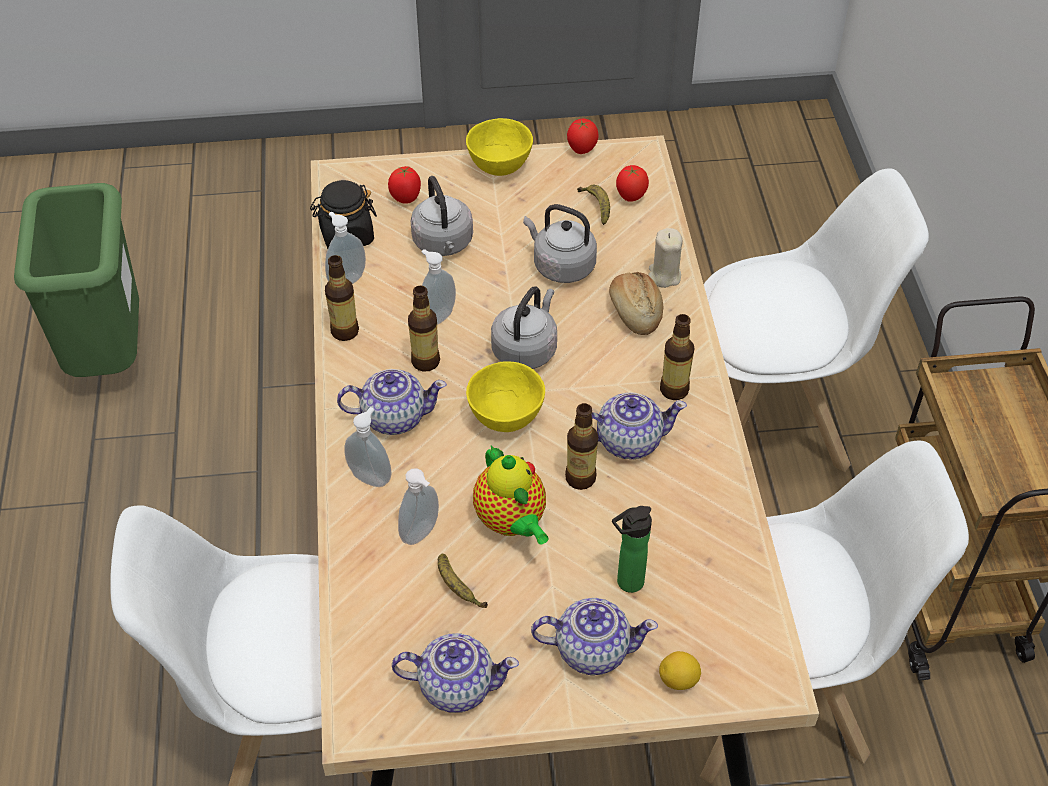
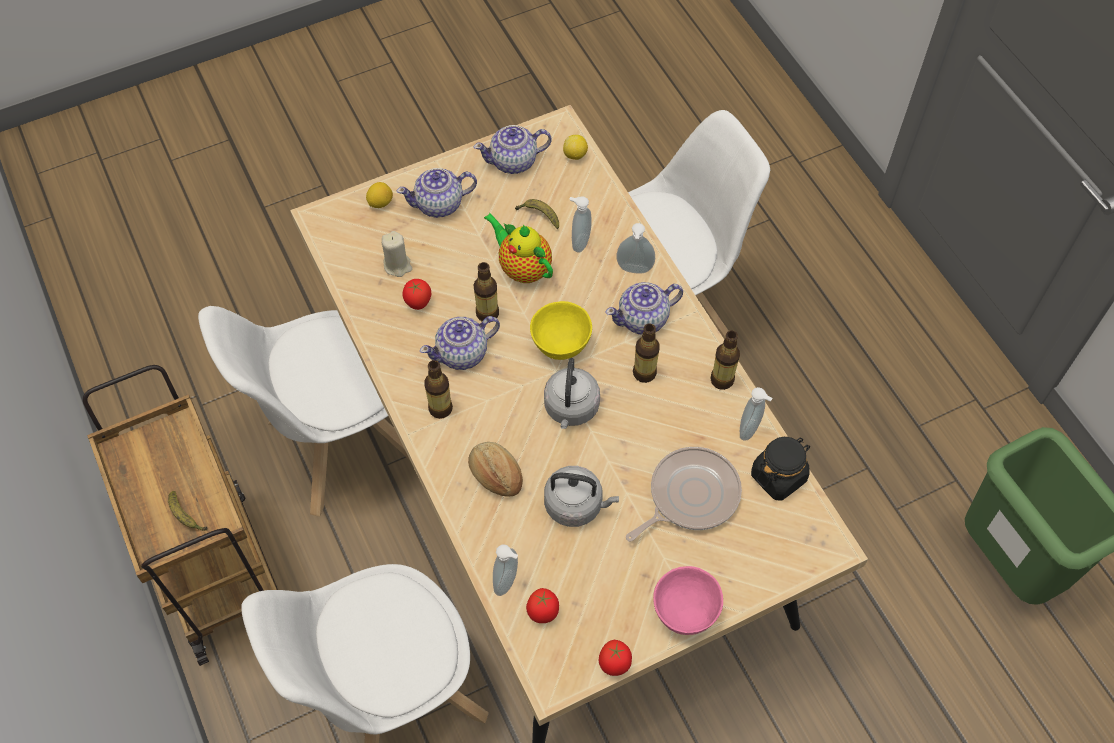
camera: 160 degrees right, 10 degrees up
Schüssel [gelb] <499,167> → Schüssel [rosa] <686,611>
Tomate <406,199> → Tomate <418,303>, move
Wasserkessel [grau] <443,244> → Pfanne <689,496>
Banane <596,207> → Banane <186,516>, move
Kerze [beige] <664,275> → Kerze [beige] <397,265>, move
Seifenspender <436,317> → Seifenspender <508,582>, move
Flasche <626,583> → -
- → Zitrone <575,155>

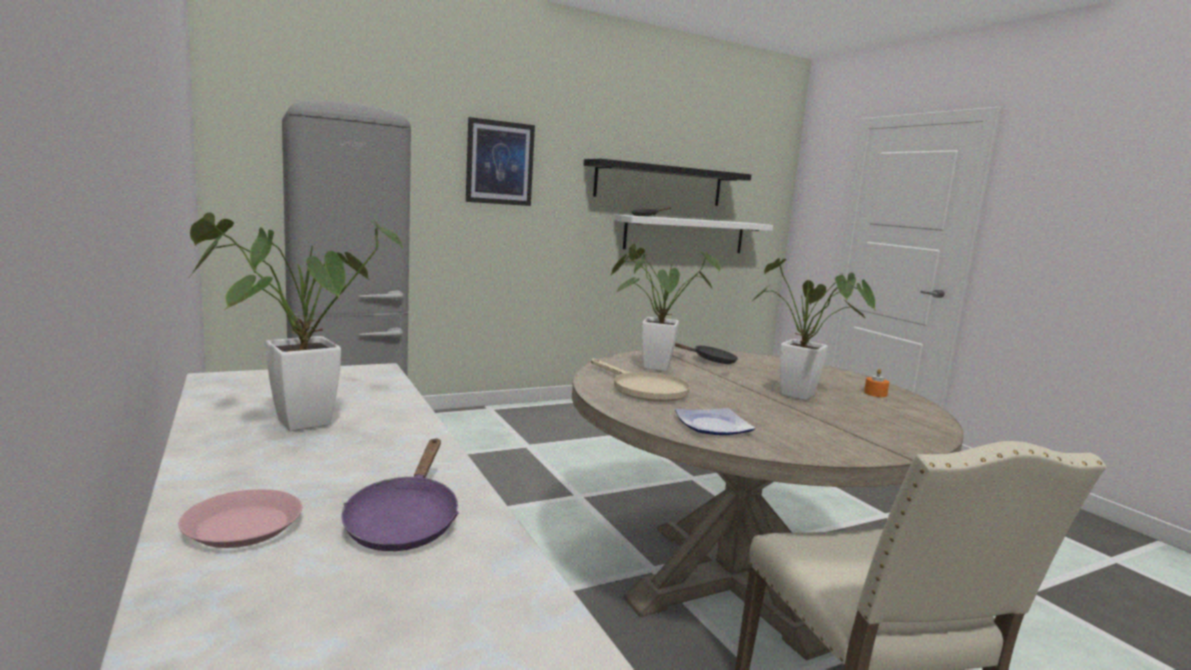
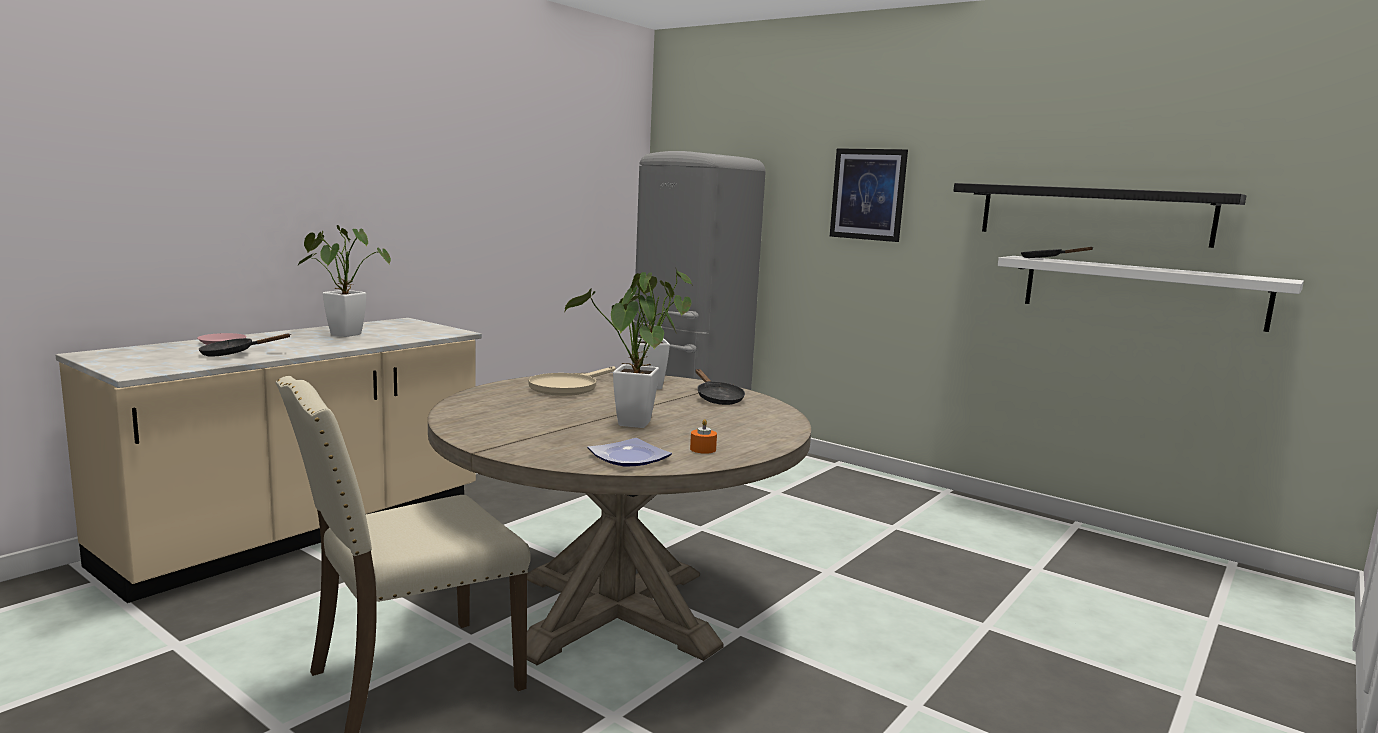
camera: 65 degrees right, 0 degrees up
Teller <714,426> → Teller <628,458>, move
Pfanne [lila] <404,522> → Pfanne [schwarz] <233,354>

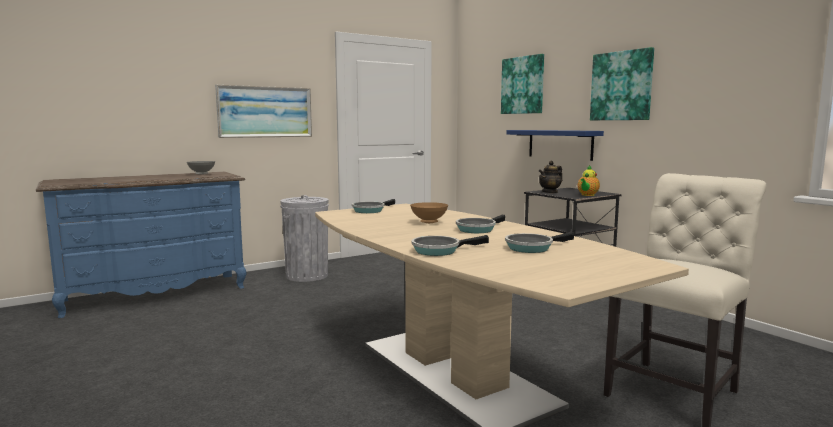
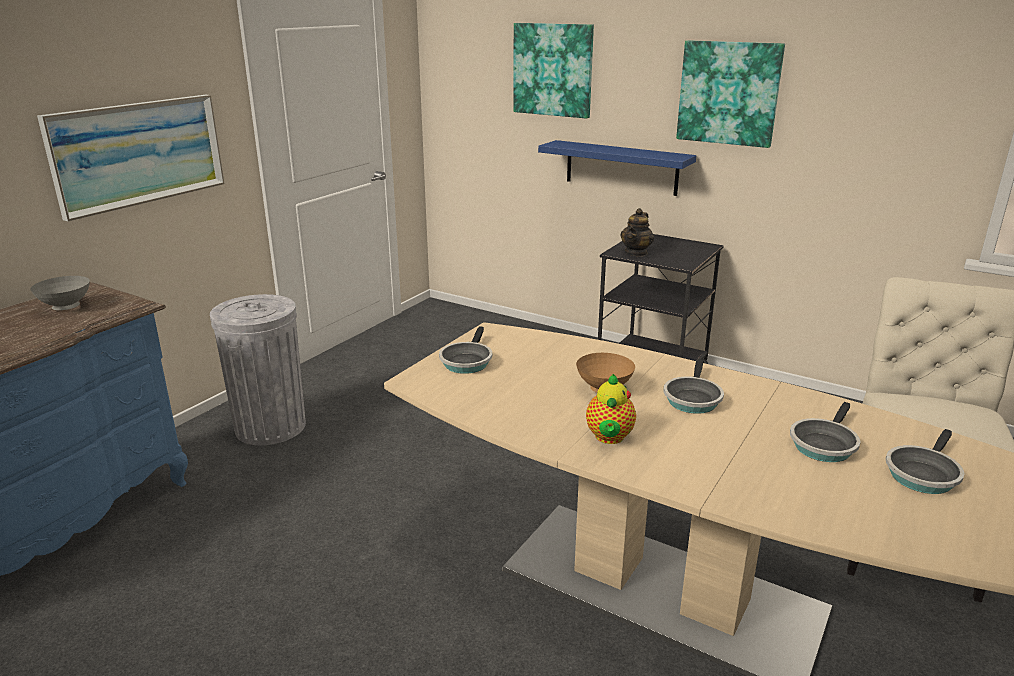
camera: 25 degrees left, 15 degrees up
Teekanne <587,195> → Teekanne <609,438>, move
Pfanne <439,250> → Pfanne <922,474>, move

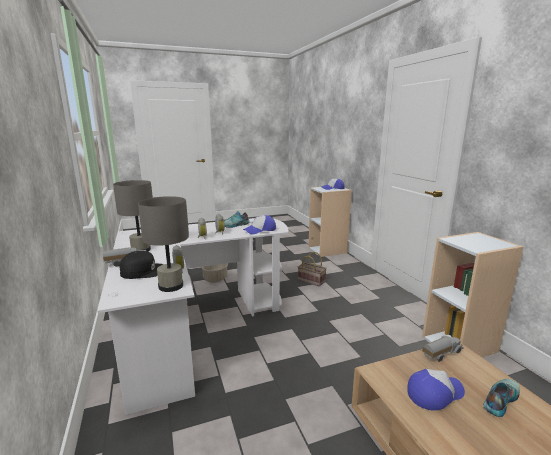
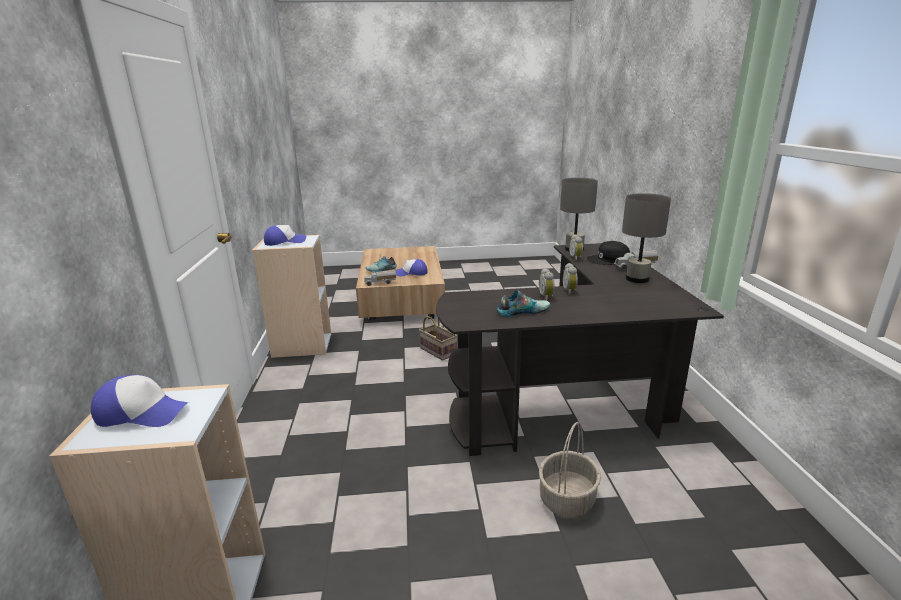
camera: 165 degrees left, 5 degrees up
Kappe <260,230> → Kappe <285,242>, move
Schreibtisch [weiß] <195,326> → Schreibtisch [schwarz] <576,395>
Korb <312,280> → Korb <437,351>, move

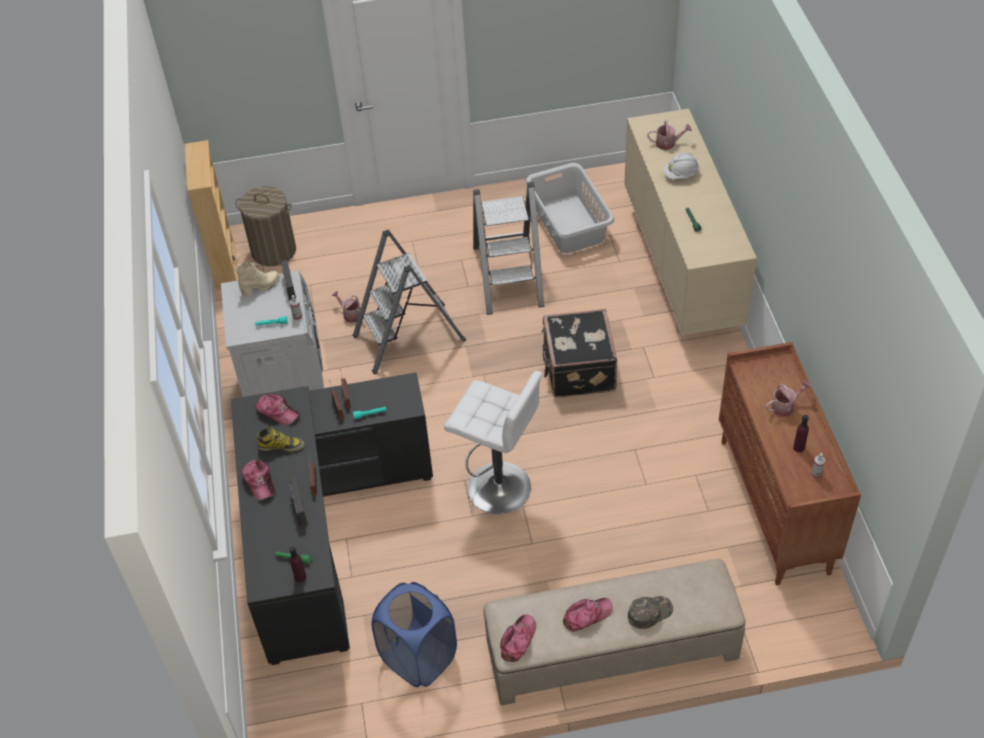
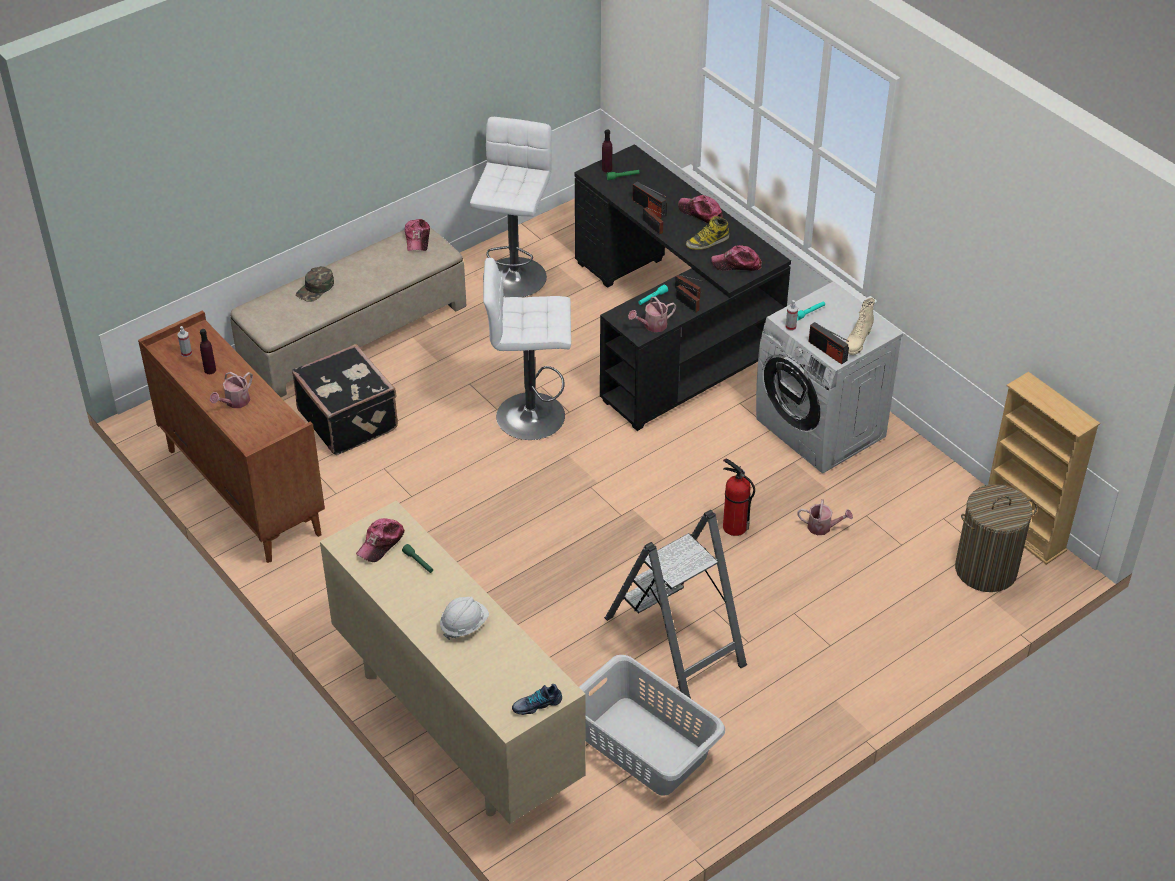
camera: 150 degrees right, 5 degrees down
Gießkanne <668,143> → Gießkanne <652,326>, move
Trittleiter [grau] <410,337> → Feuerlöscher <733,526>
Koffer [schwarz] <577,370> → Koffer [schwarz] <349,419>, move
Wäschekorb [blau] <418,658> → Hocker [weiß] <515,277>
Kappe <587,615> → Kappe <381,543>, move
- → Schuh <536,704>

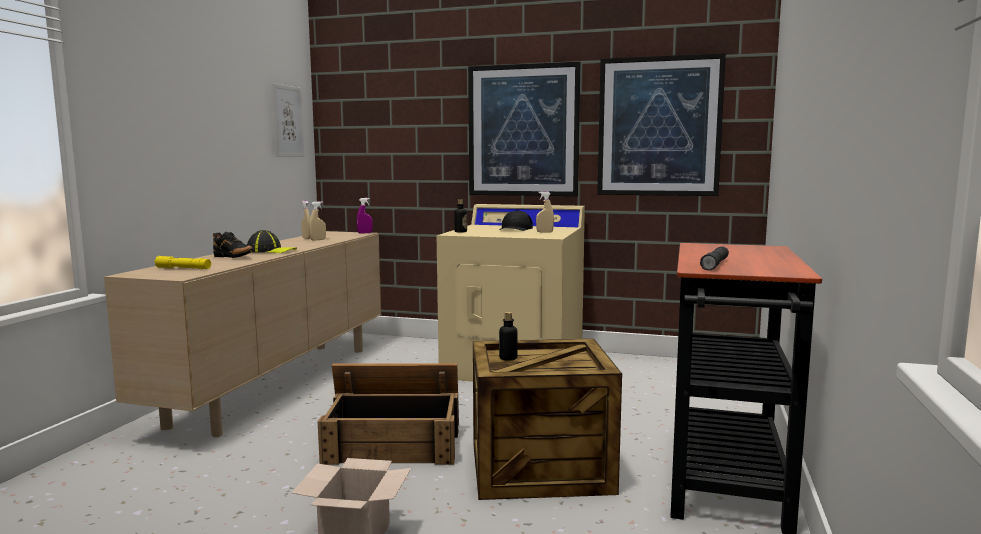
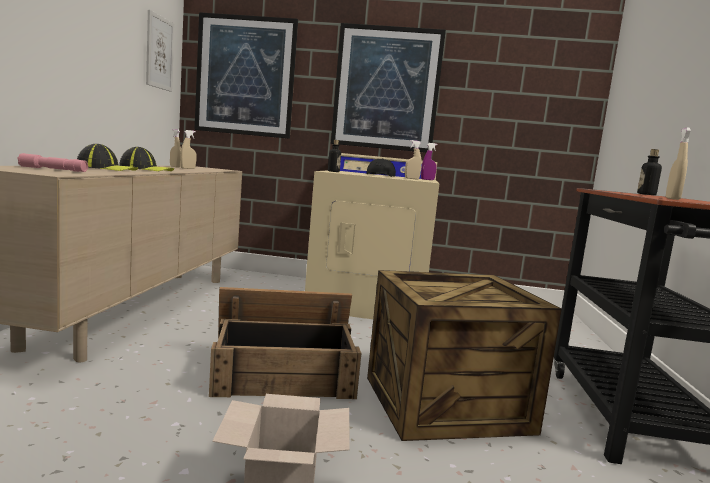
camera: 10 degrees left, 0 degrees up
Bild <659,126> → Bild <245,76>, move
Sprühflasche [lila] <365,233> → Sprühflasche [lila] <427,179>, move
Schuh [schwarz] <233,257> → Kappe <107,169>
Taschenlampe [grau] <715,264> → Sprühflasche [beige] <672,199>
Taschenlampe [gelb] <183,268> → Taschenlampe [rosa] <53,169>
Flasche <508,358> → Flasche <646,194>, move

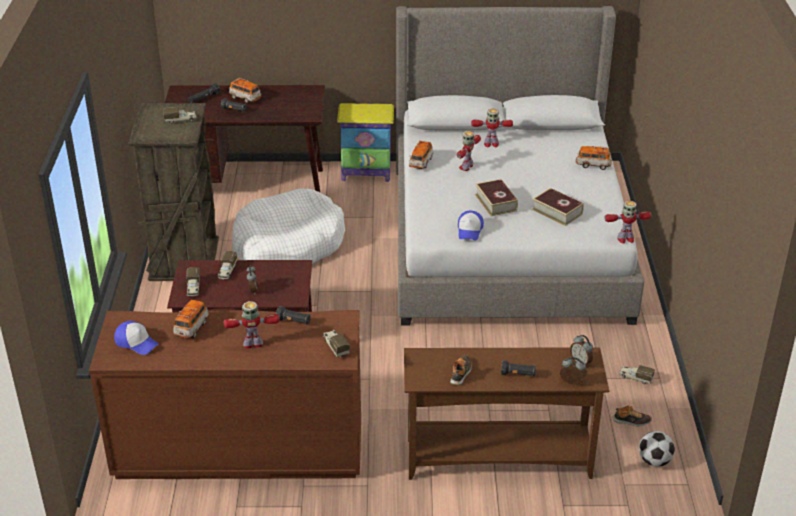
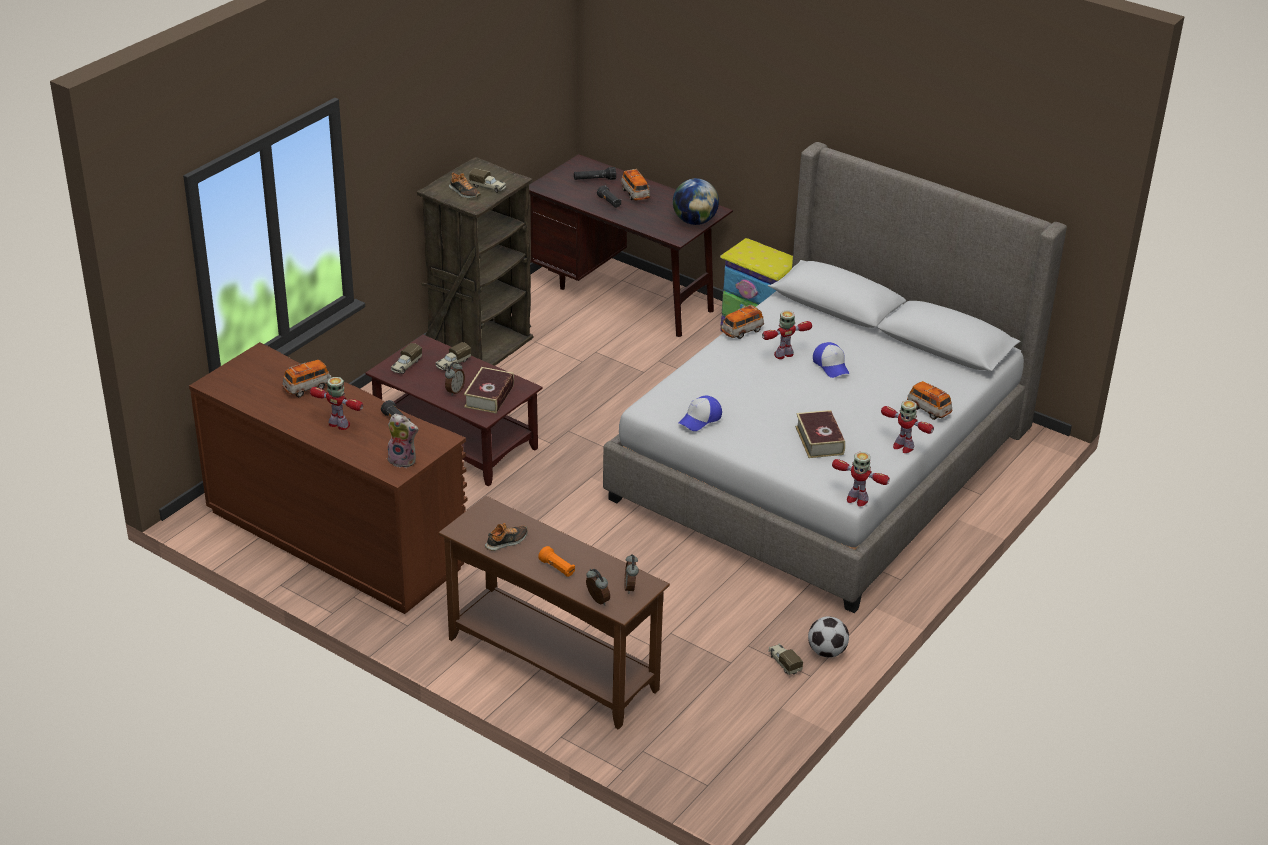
camera: 35 degrees right, 0 degrees up
Spielzeugroboter <491,144> → Spielzeugroboter <903,446>, move
Buch <495,202> → Buch <489,396>, move
Hundebett [weiß] <288,244> → -
Kappe <136,342> → Kappe <831,365>, move
Spielzeuglaster <336,347> → Plüschtier <403,460>
Taschenlampe [schwarz] <518,374> → Taschenlampe [orange] <557,568>
Schuh <631,421> → Schuh <464,193>, move
Fußball <654,461> → Fußball <826,652>, move
- → Globus <694,221>

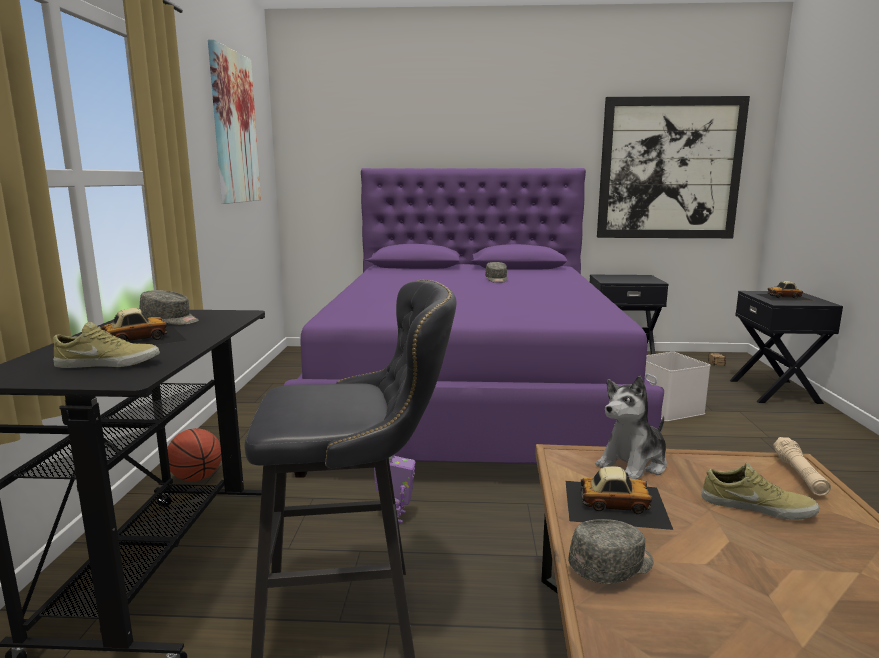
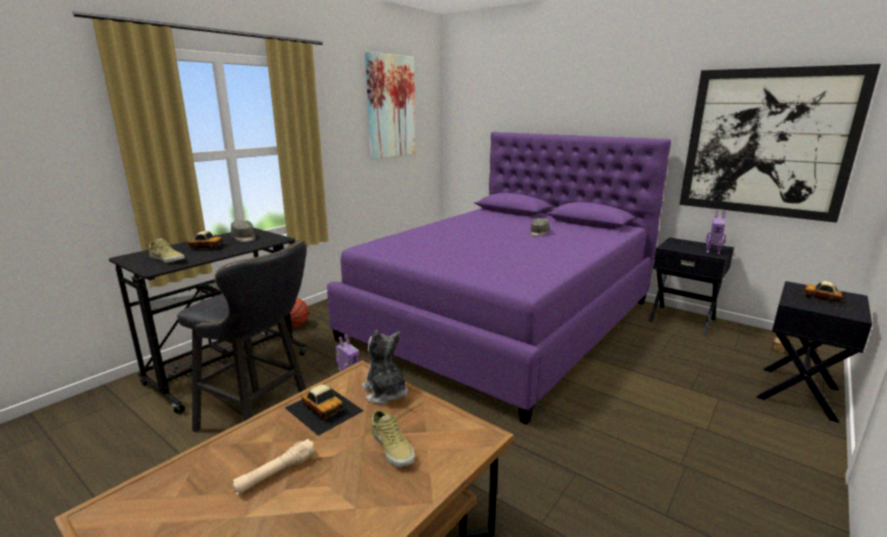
camera: 35 degrees right, 5 degrees up
Aufbewahrungsbox [weiß] <669,409> → -
Plüschtier <633,464> → Plüschtier <385,393>, 60 degrees clockwise
Taschenlampe [beige] <799,475> → Taschenlampe [beige] <276,473>, move
Kappe [grau] <612,567> → -
- → Spielzeugroboter <713,252>

